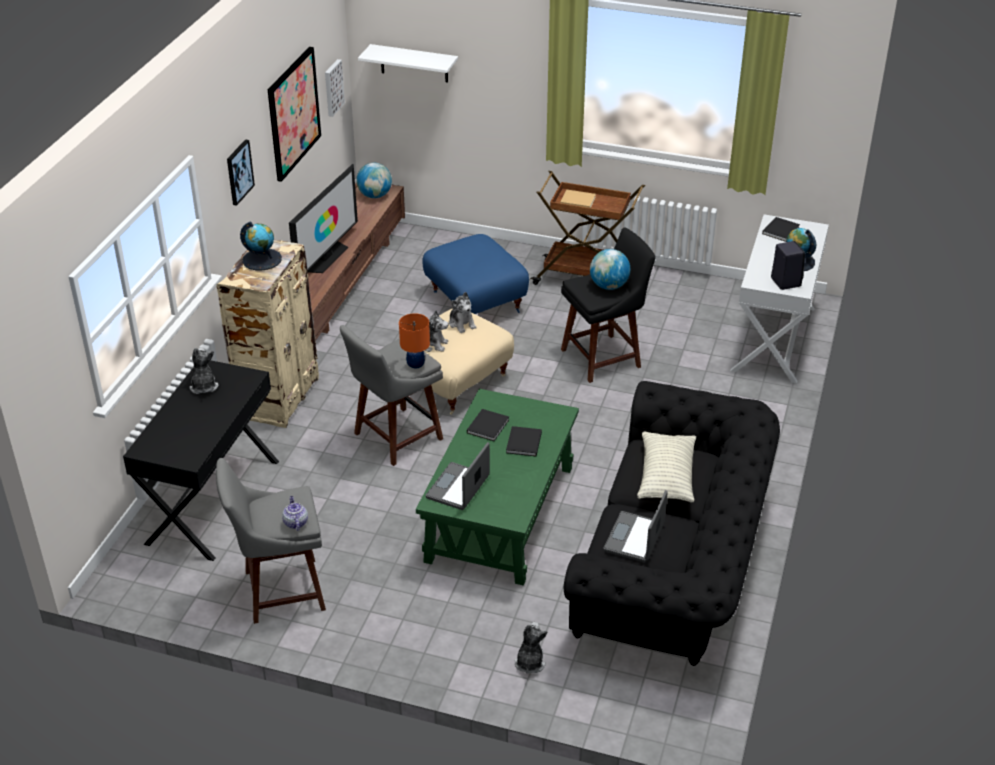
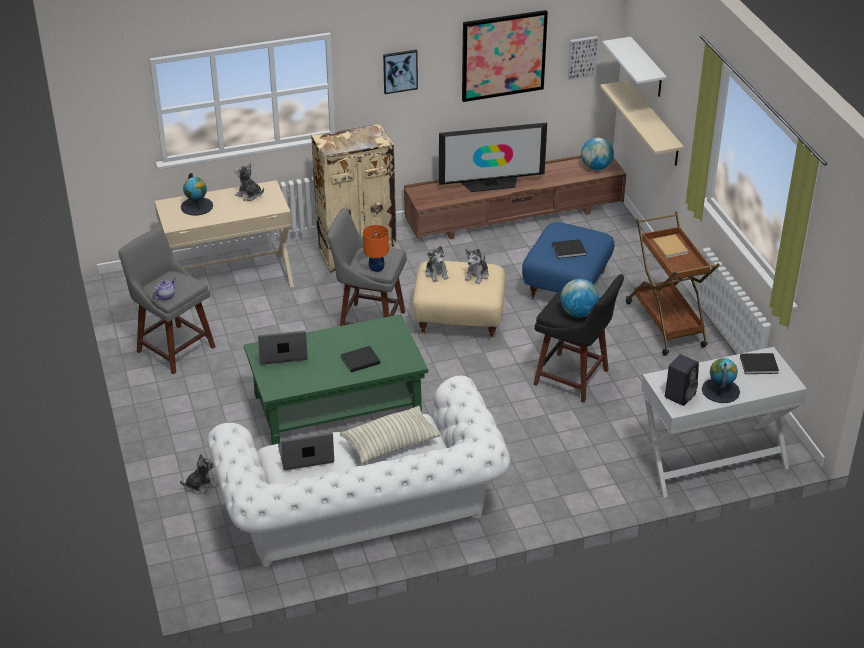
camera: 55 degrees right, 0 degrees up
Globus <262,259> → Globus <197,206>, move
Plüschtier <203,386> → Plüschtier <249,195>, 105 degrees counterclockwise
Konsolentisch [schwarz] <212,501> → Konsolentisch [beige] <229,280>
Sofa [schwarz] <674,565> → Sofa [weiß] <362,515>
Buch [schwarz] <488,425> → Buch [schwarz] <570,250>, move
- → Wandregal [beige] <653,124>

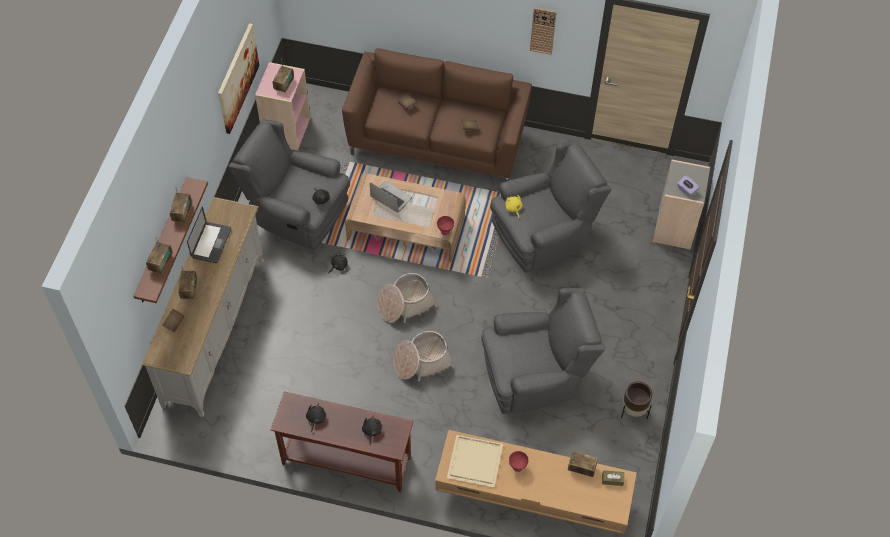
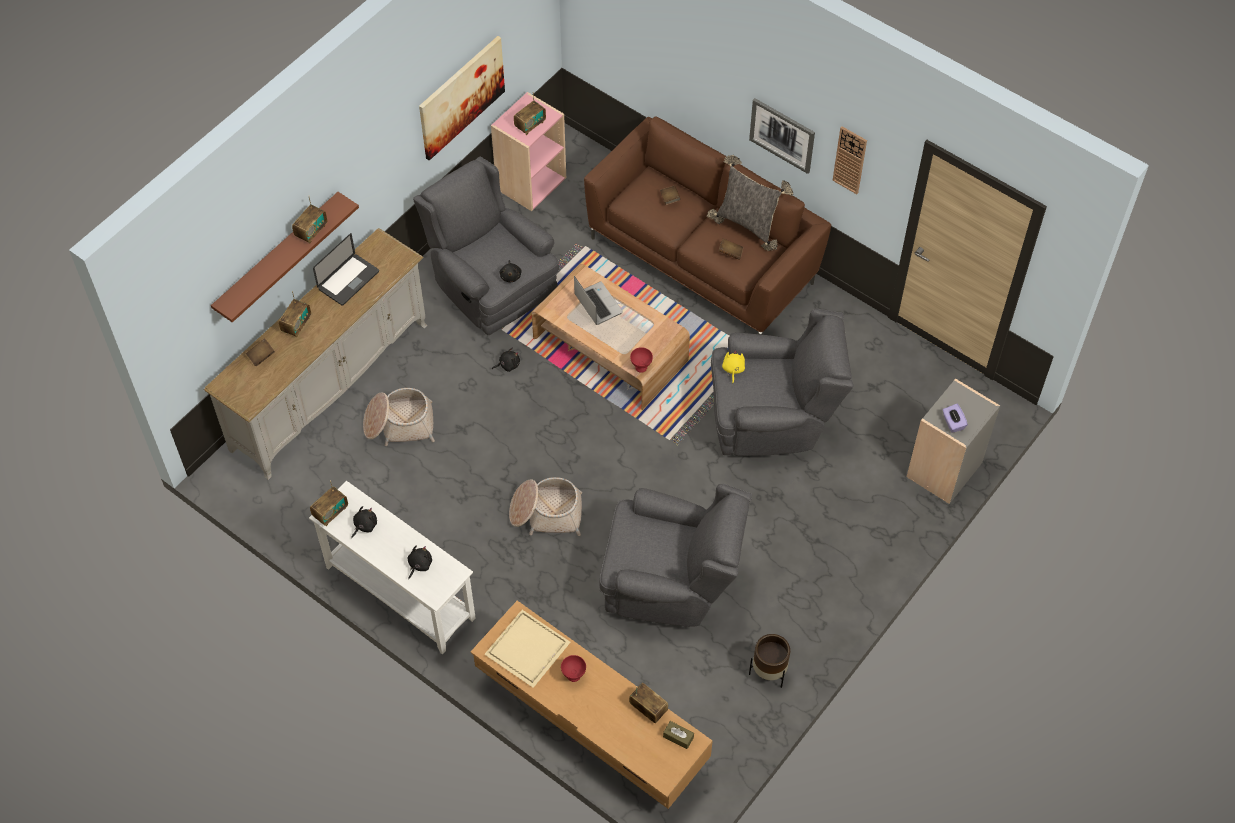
camera: 25 degrees right, 0 degrees up
Radio <161,263> → Radio <330,512>, move
Korb <405,303> → Korb <399,424>, move
Konsolentisch [braun] <346,460> → Konsolentisch [weiß] <399,593>
- → Bild <782,135>
- → Kissen <748,227>

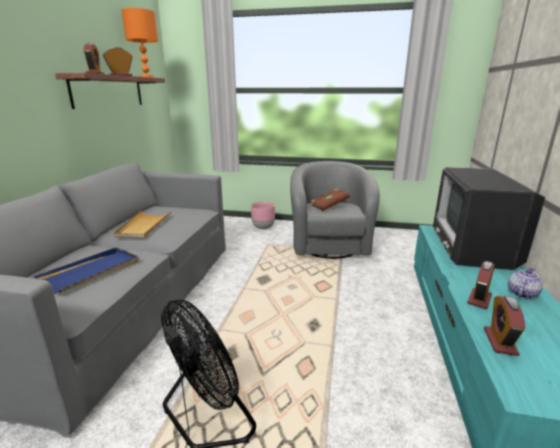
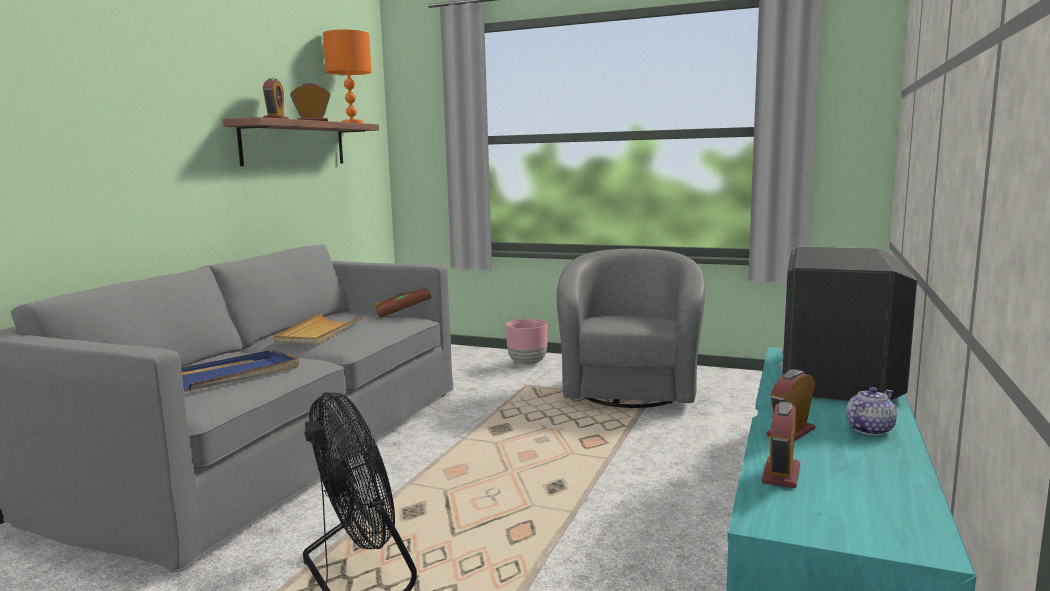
camera: 10 degrees right, 10 degrees down
Buch [braun] <329,206> → Buch [braun] <403,313>, move

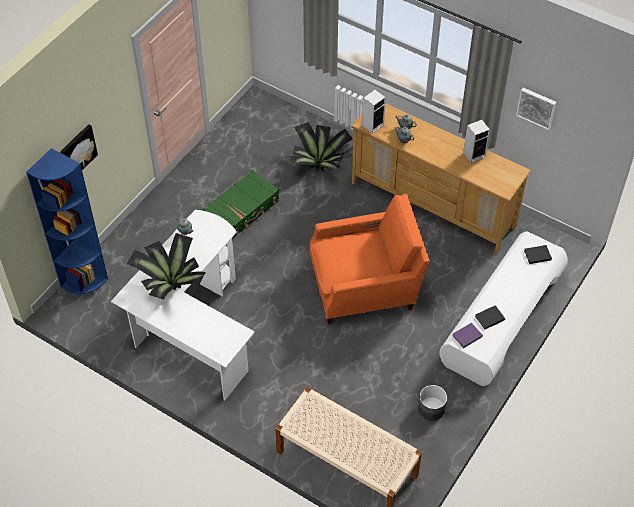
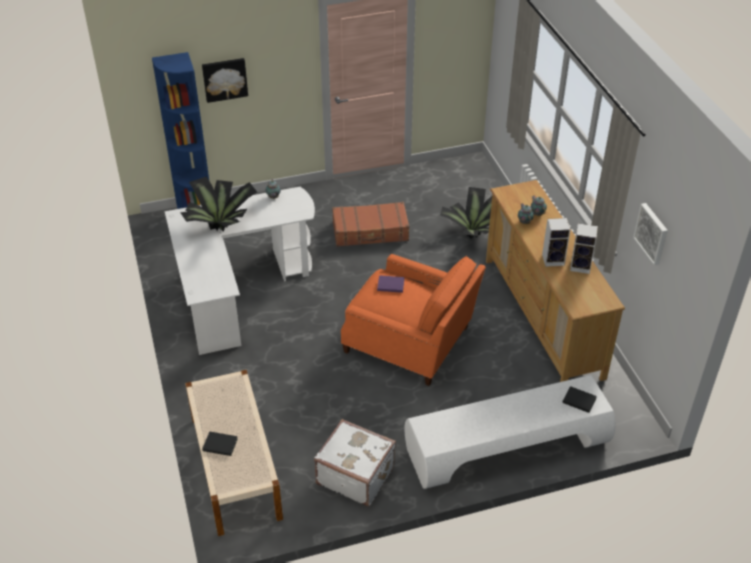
camera: 40 degrees right, 10 degrees down
Lautsprecher <373,124> → Lautsprecher <554,259>, move
Koffer [grün] <242,211> → Koffer [braun] <370,232>
Buch [schwarz] <489,318> → Buch [schwarz] <219,444>, move
Buch [lila] <466,336> → Buch [lila] <390,284>, move
Pflanzkübel [grau] <431,409> → Koffer [weiß] <355,475>

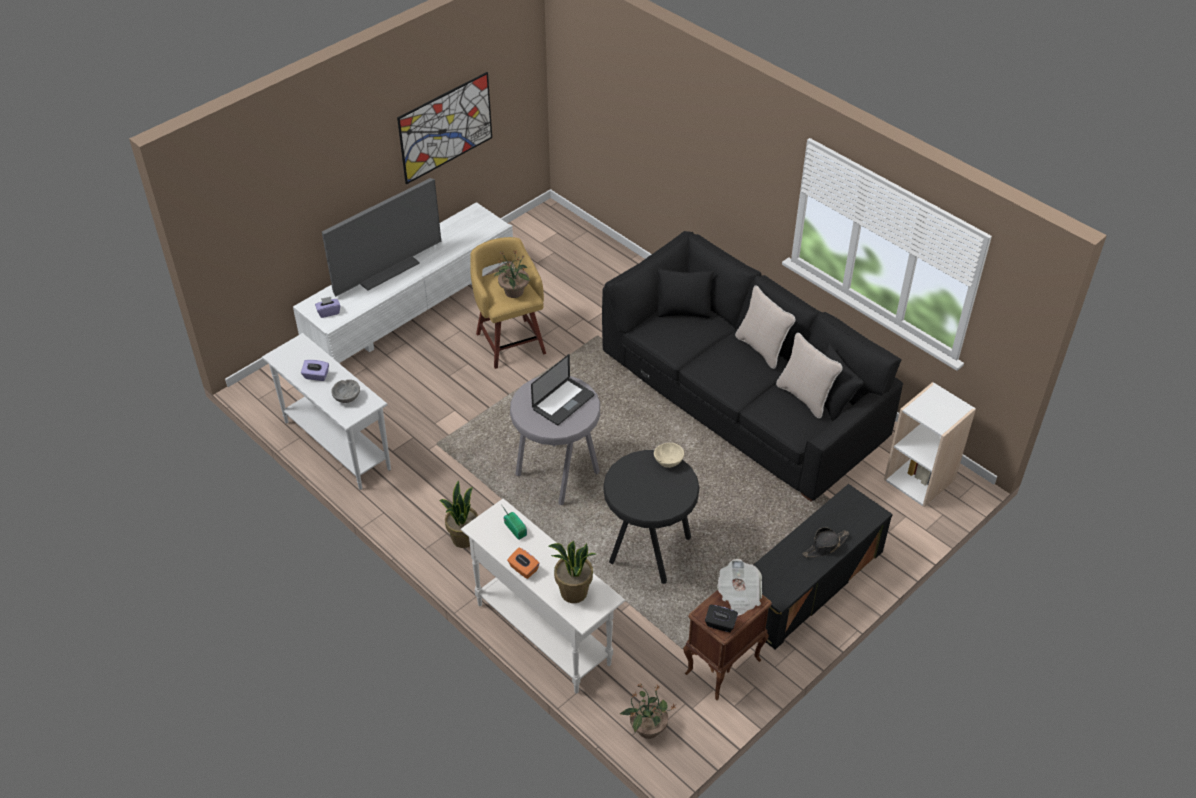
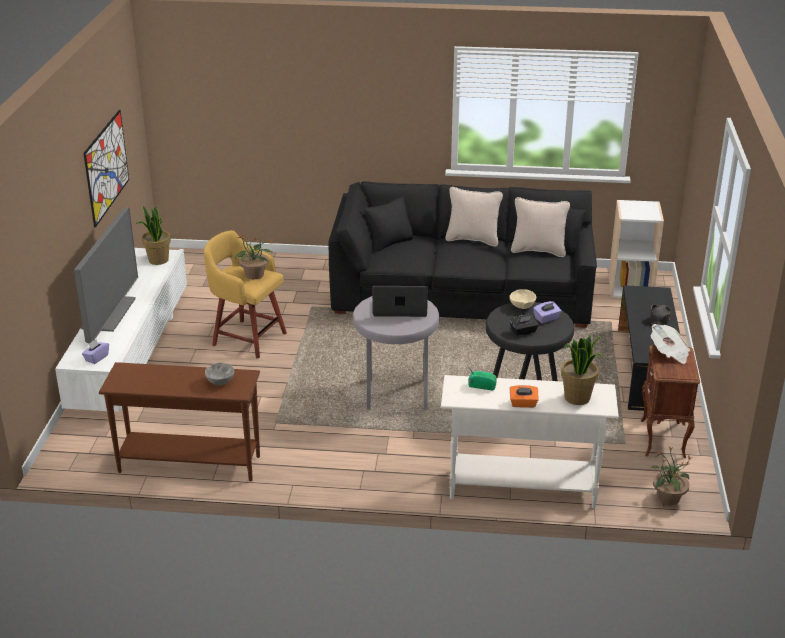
camera: 40 degrees left, 15 degrees down
Konsolentisch [weiß] <335,445> → Konsolentisch [braun] <188,465>
Laptop <563,402> → Laptop <400,309>, 90 degrees counterclockwise
Taschentuchbox [lila] <316,376> → Taschentuchbox [lila] <546,319>, move
Topfpflanze <463,538> → Topfpflanze <158,260>, move
Taschentuchbox [schwarz] <720,624> → Taschentuchbox [schwarz] <523,332>, move

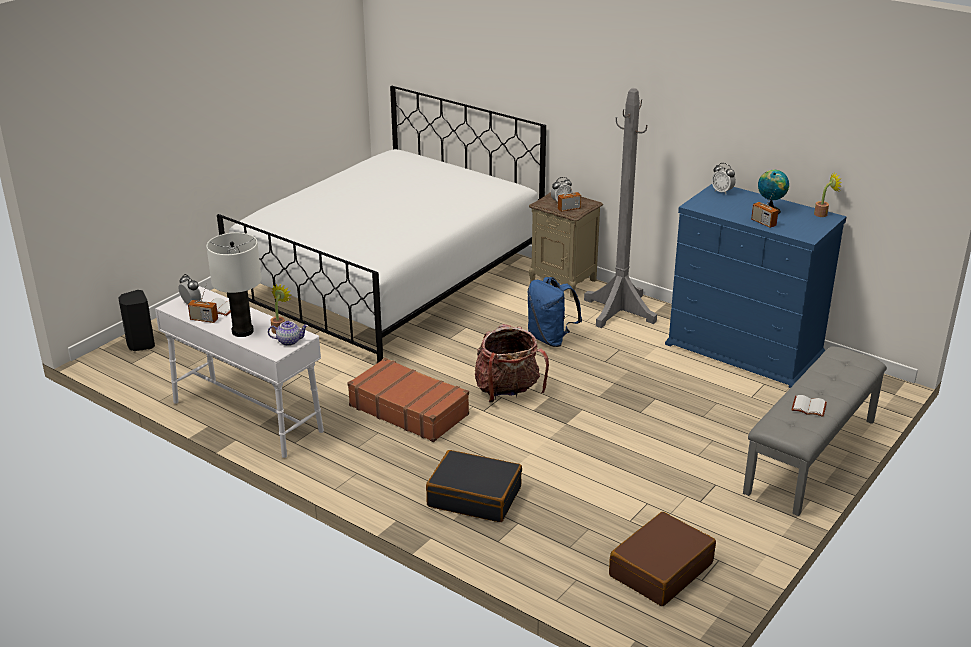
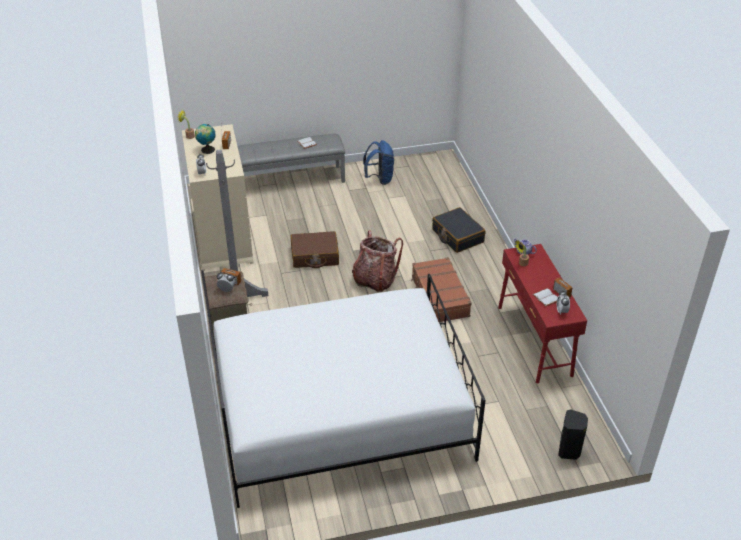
camera: 140 degrees left, 10 degrees up
Kommode [blau] <745,350> → Kommode [beige] <222,237>
Tischlampe [weiß] <243,331> → -
Rucksack [blau] <550,339> → Rucksack [blau] <380,179>, move
Konsolentisch [weiß] <248,416> → Konsolentisch [rot] <533,341>
Koffer [braun] <660,569> → Koffer [braun] <315,256>, move

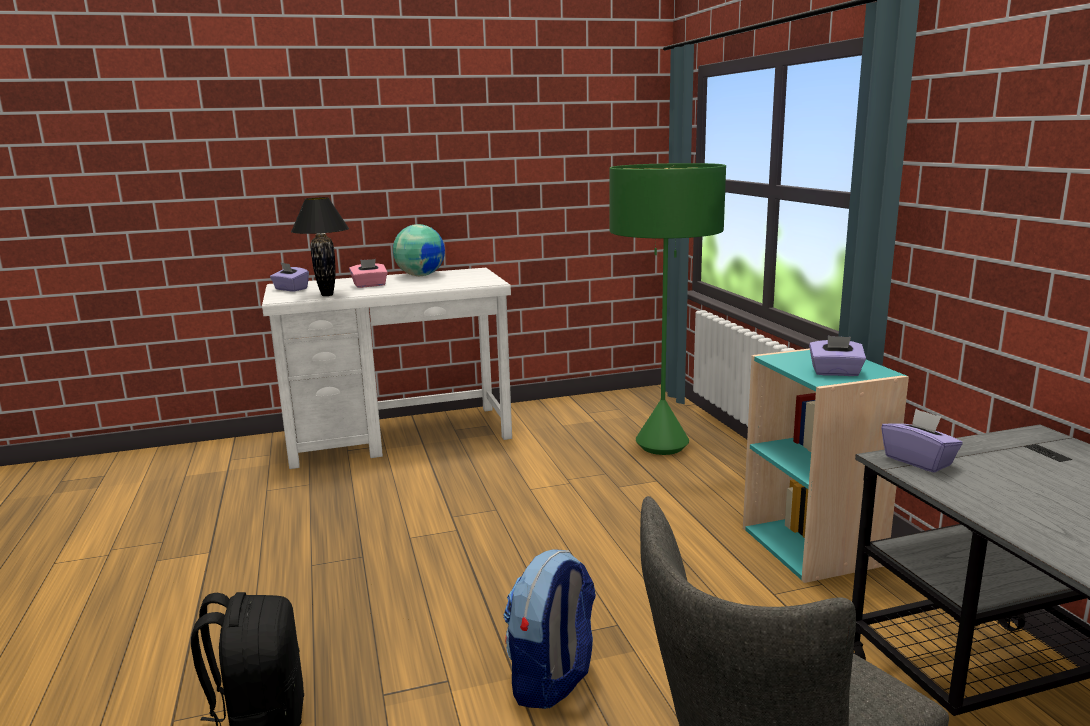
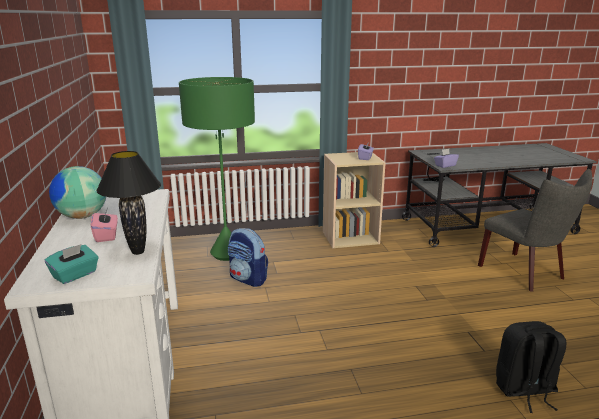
camera: 85 degrees left, 5 degrees up
Taschentuchbox [lila] <291,289> → Taschentuchbox [türkis] <75,275>
Bücherregal [türkis] <814,546> → Bücherregal [beige] <351,237>
Rucksack <552,680> → Rucksack <248,279>, move

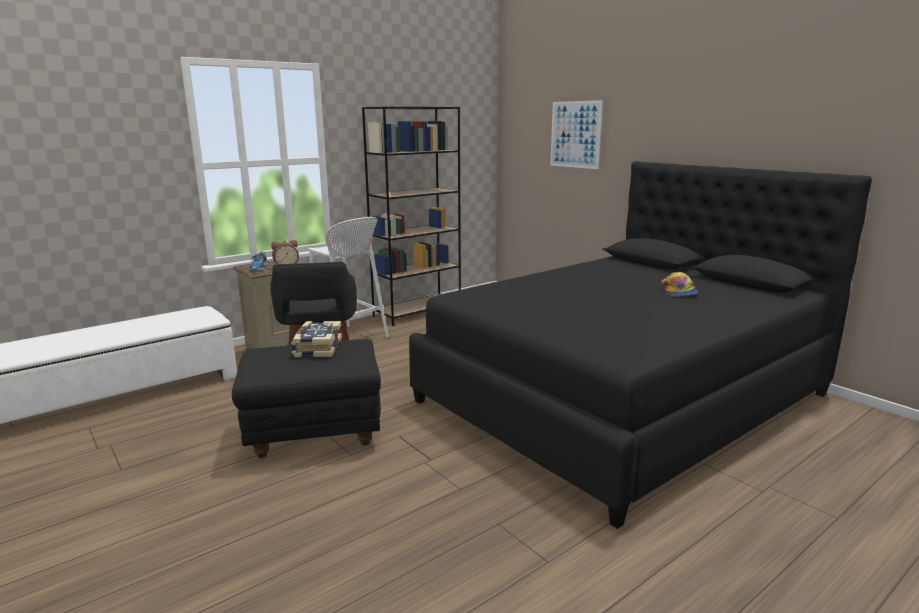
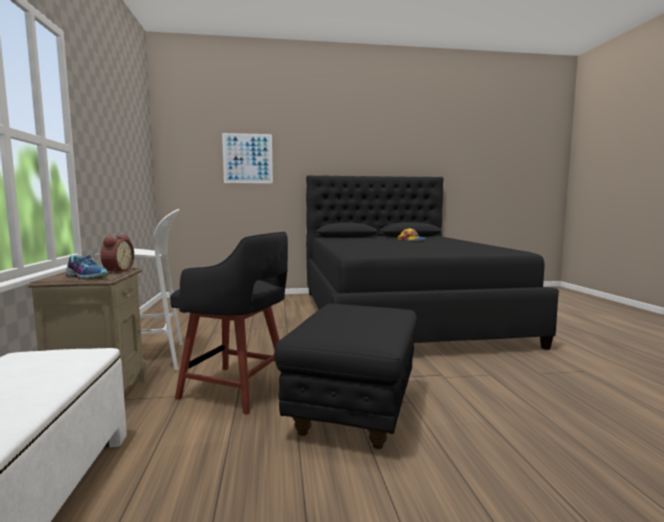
camera: 60 degrees left, 10 degrees down
Bücherregal [beige] <417,312> → -
Buch <317,348> → -

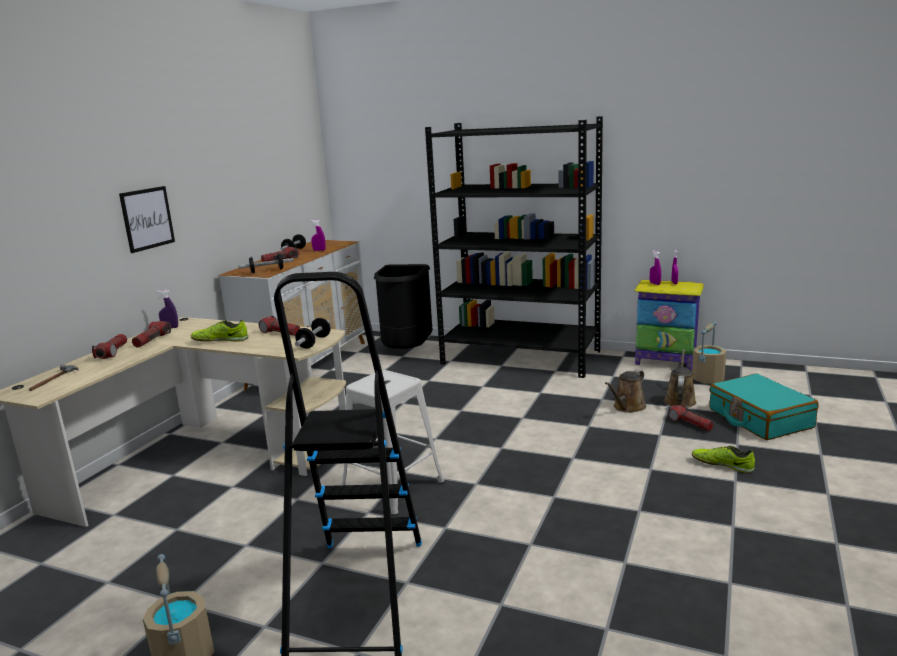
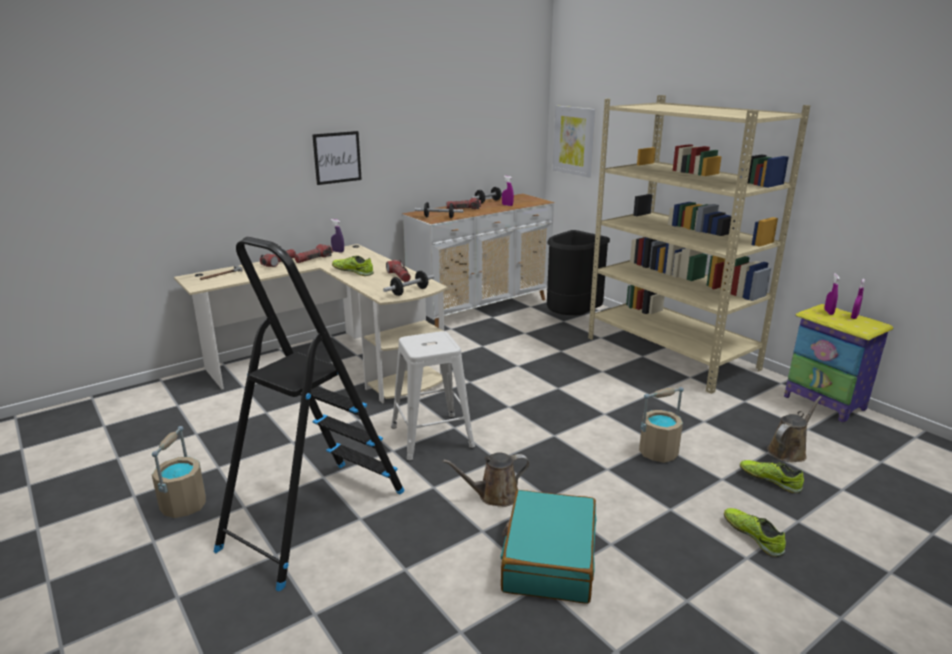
camera: 30 degrees right, 5 degrees up
Bücherregal [schwarz] <521,357> → Bücherregal [beige] <670,353>
Eimer [beige] <707,379> → Eimer [beige] <658,452>, move
Gießkanne [braun] <627,407> → Gießkanne [braun] <494,495>, move
Koffer [türkis] <759,418> → Koffer [türkis] <548,558>, move
Taschenlampe <690,424> → Schuh <769,480>
- → Bild <574,140>

